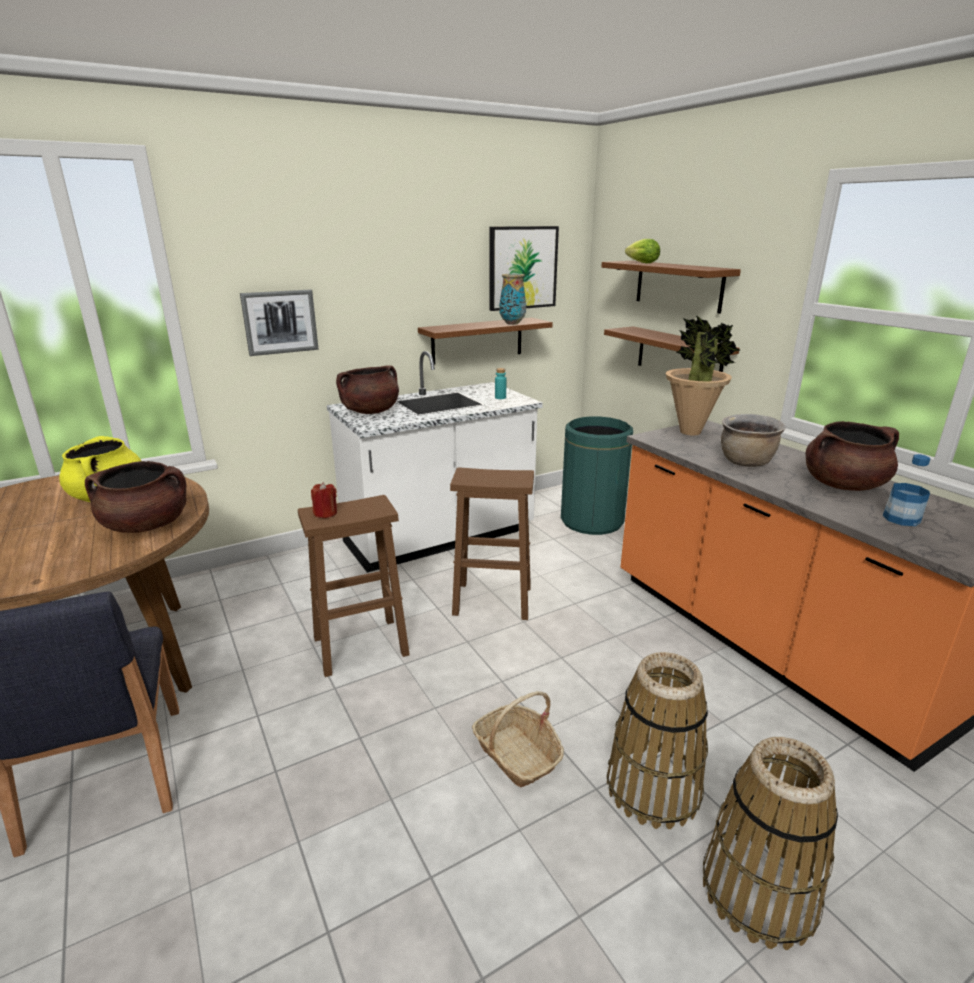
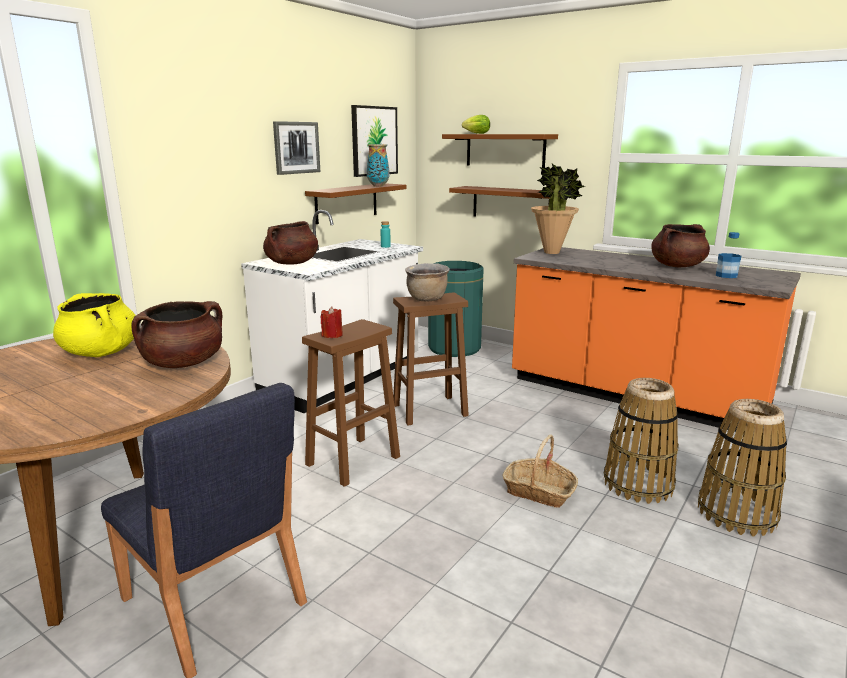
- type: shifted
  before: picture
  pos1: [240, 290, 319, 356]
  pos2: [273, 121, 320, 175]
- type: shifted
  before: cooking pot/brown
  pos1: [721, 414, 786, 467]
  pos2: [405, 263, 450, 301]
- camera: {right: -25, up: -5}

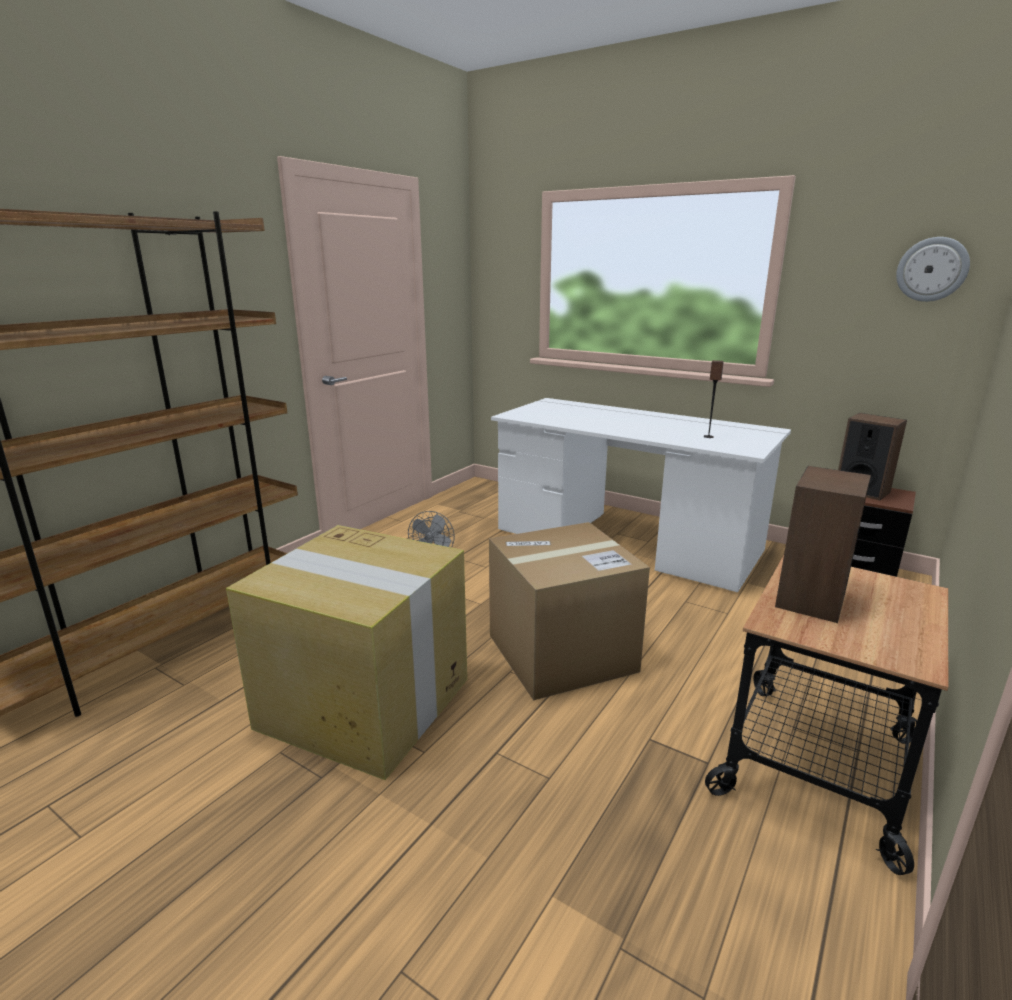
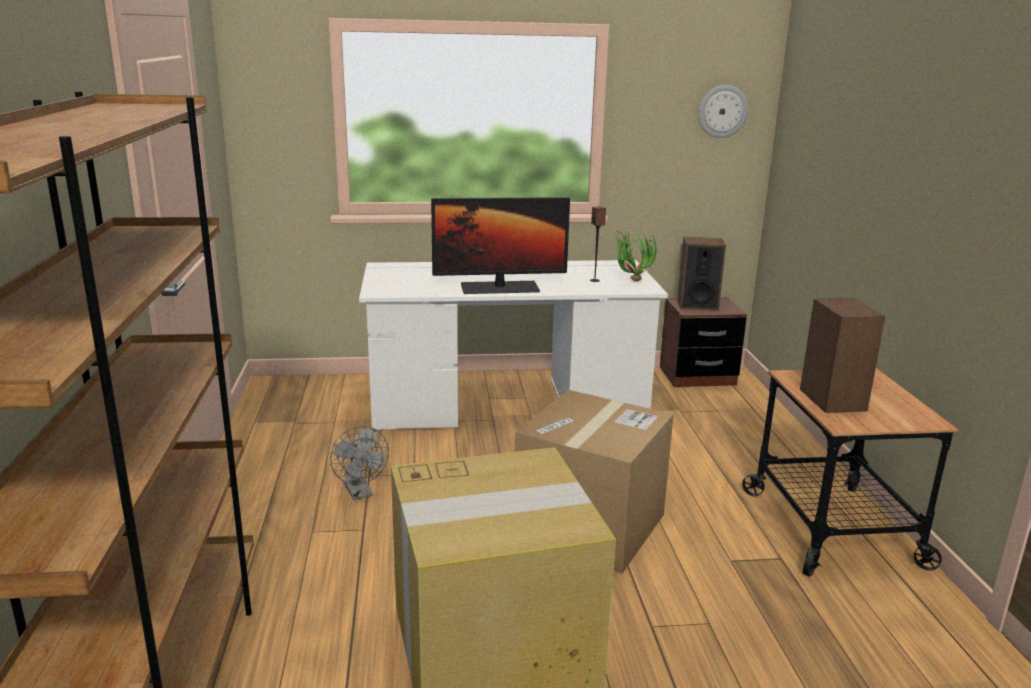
- type: new
  after: monitor
  pos2: [431, 197, 570, 294]
- type: new
  after: potted plant
  pos2: [615, 229, 657, 282]
- camera: {right: -40, up: 0}

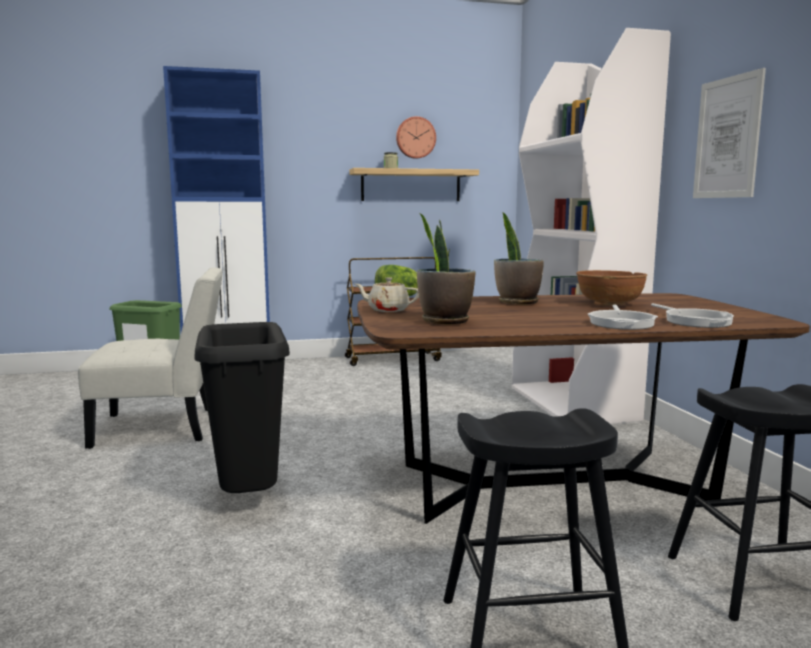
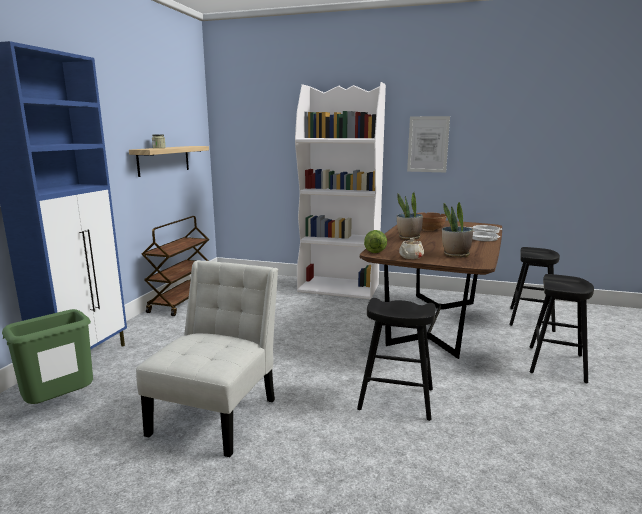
- type: gone
  before: wall clock
  pos1: [396, 116, 436, 159]
- type: swapped
  before: trash can/black
  after: stool/black
  pos1: [194, 322, 290, 493]
  pos2: [357, 298, 436, 421]
- camera: {right: -60, up: 5}

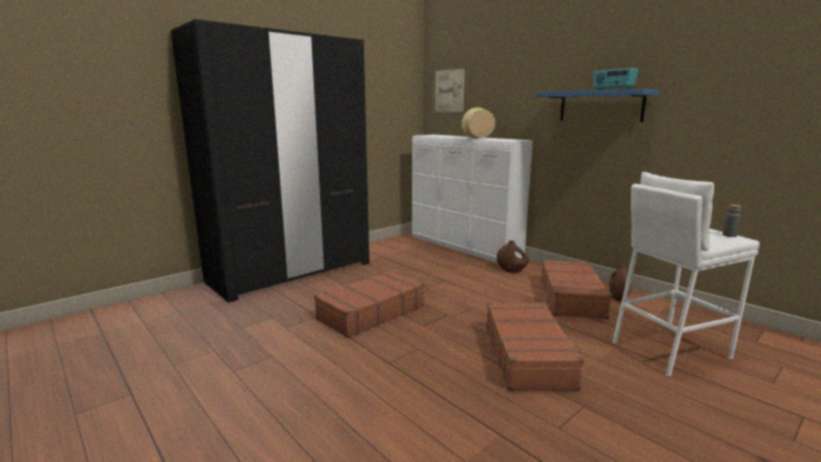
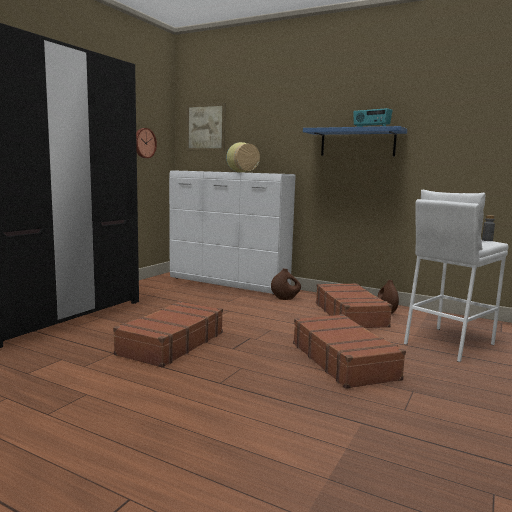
- type: new
  after: wall clock
  pos2: [136, 128, 157, 158]
- camera: {right: -20, up: -5}

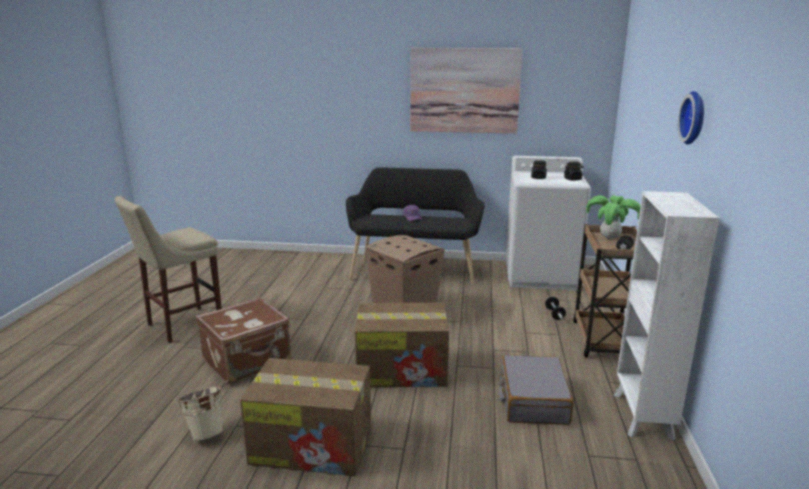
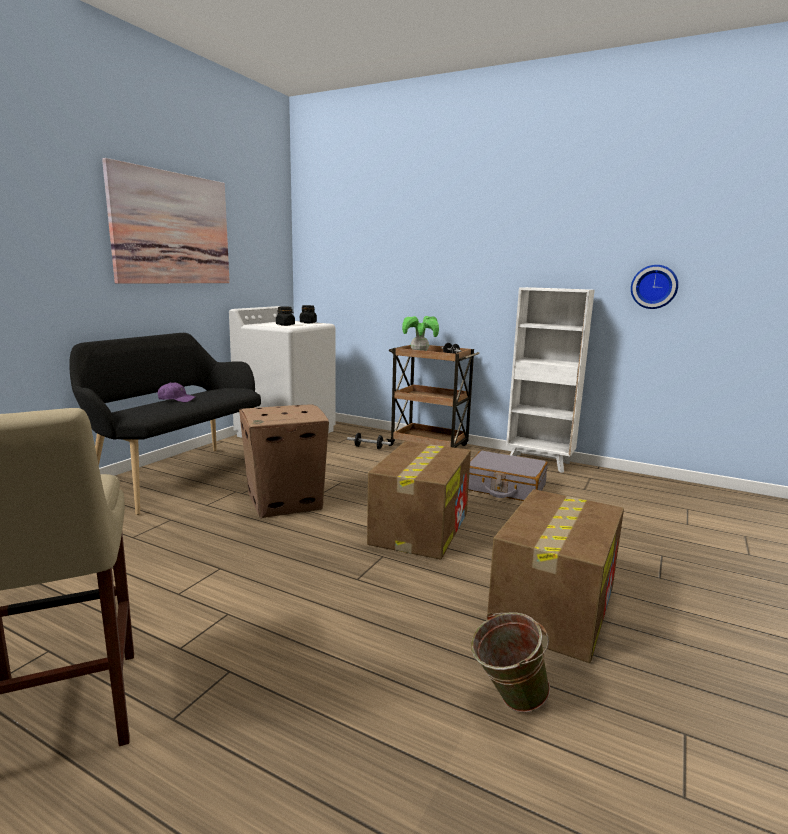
- type: gone
  before: suitcase/brown
  pos1: [196, 297, 291, 384]
- type: shifted
  before: wall clock
  pos1: [678, 91, 704, 145]
  pos2: [631, 265, 678, 309]
- type: repainted
  before: bucket/beige
  after: bucket/green
  pos1: [175, 384, 223, 441]
  pos2: [471, 613, 550, 713]
- camera: {right: -70, up: -5}

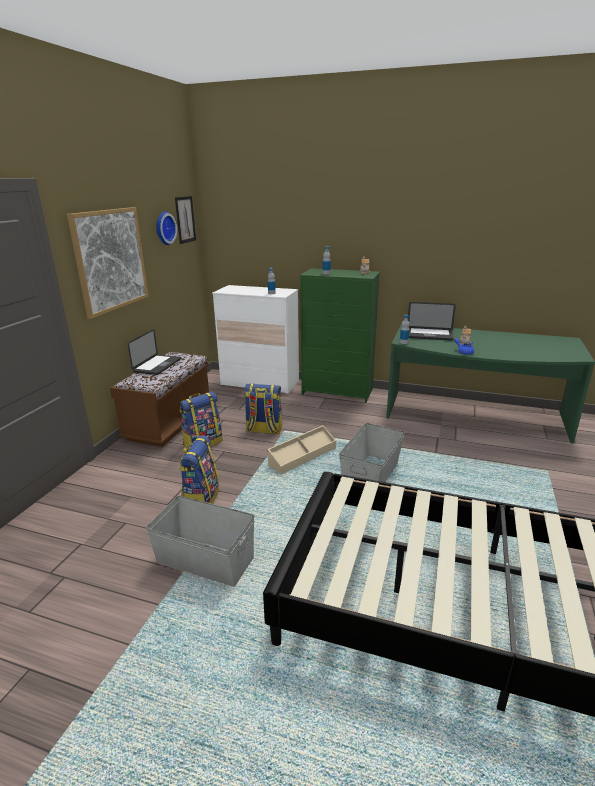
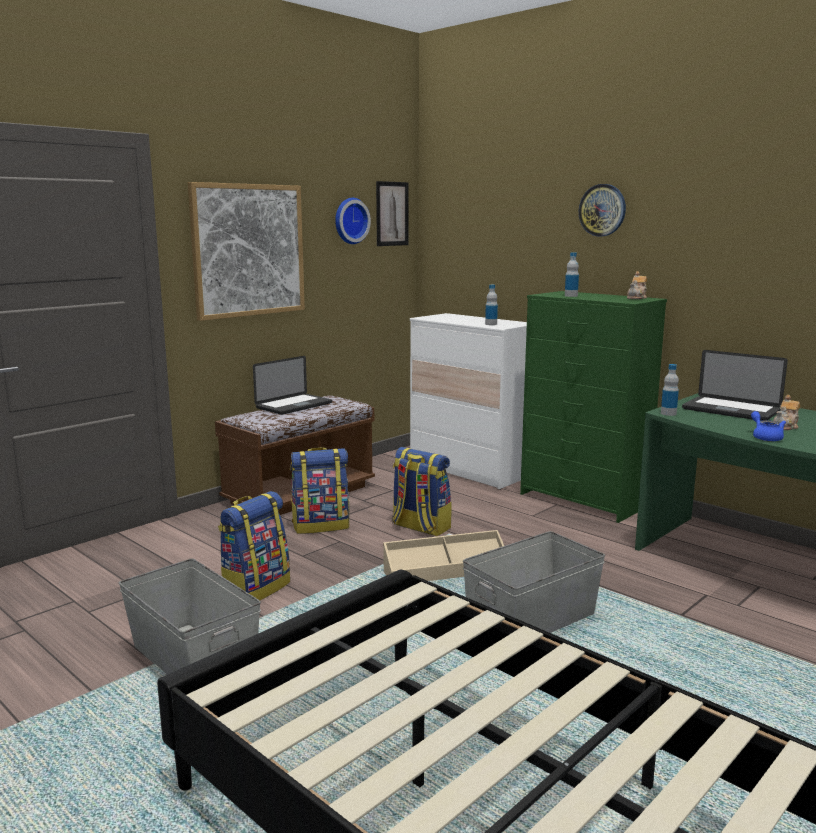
- type: new
  after: wall clock
  pos2: [579, 184, 626, 236]
- camera: {right: 25, up: -10}

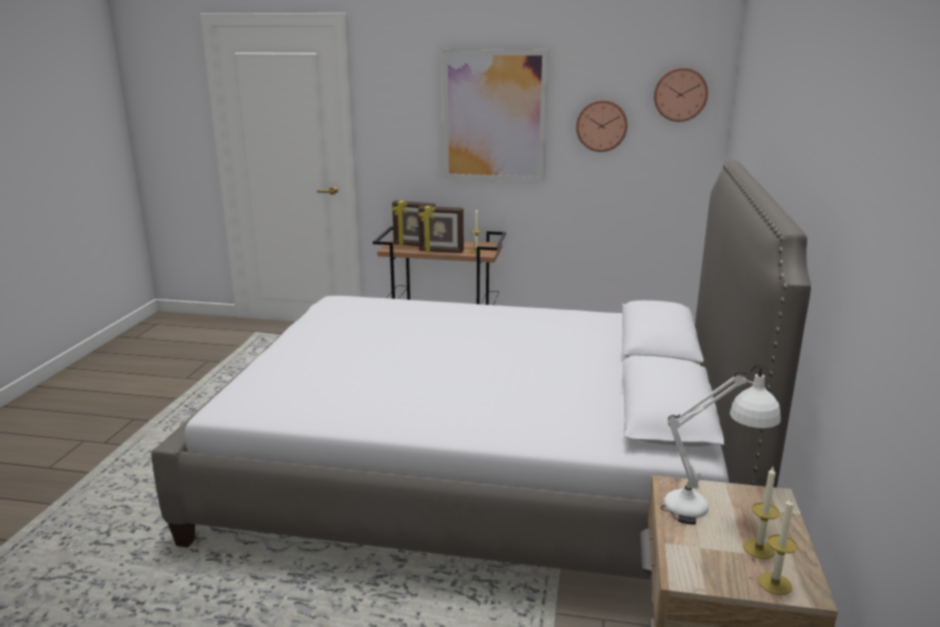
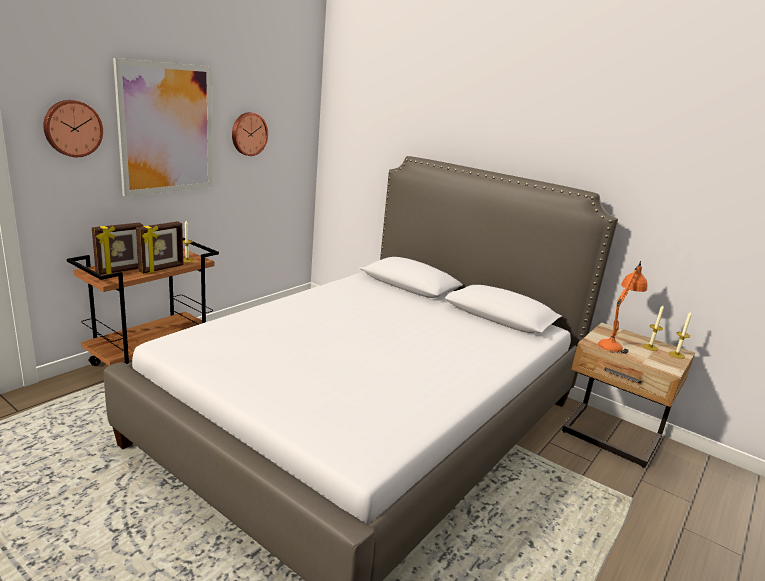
- type: shifted
  before: wall clock
  pos1: [654, 67, 708, 122]
  pos2: [43, 100, 103, 157]
- type: repainted
  before: table lamp/white
  after: table lamp/orange
  pos1: [660, 365, 781, 525]
  pos2: [598, 261, 647, 354]
- camera: {right: -65, up: 0}

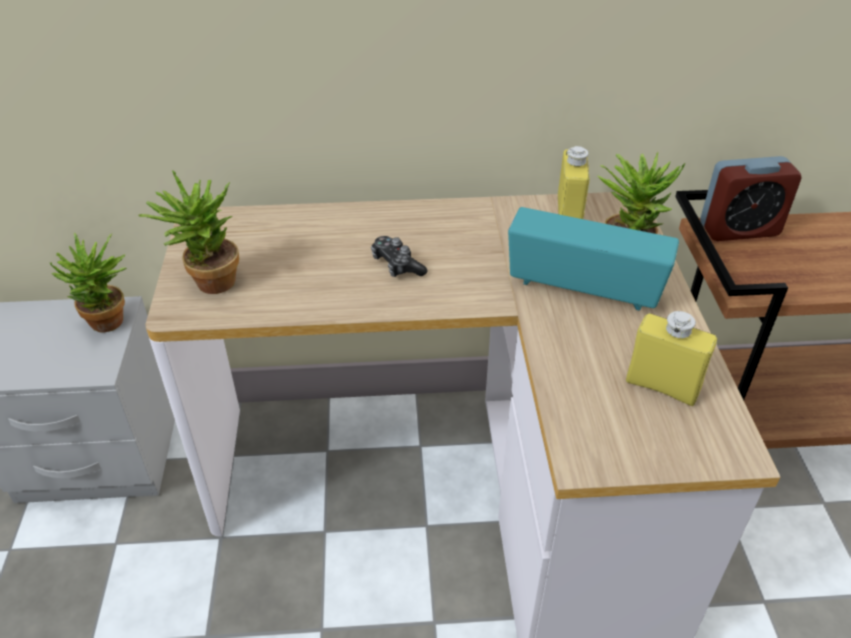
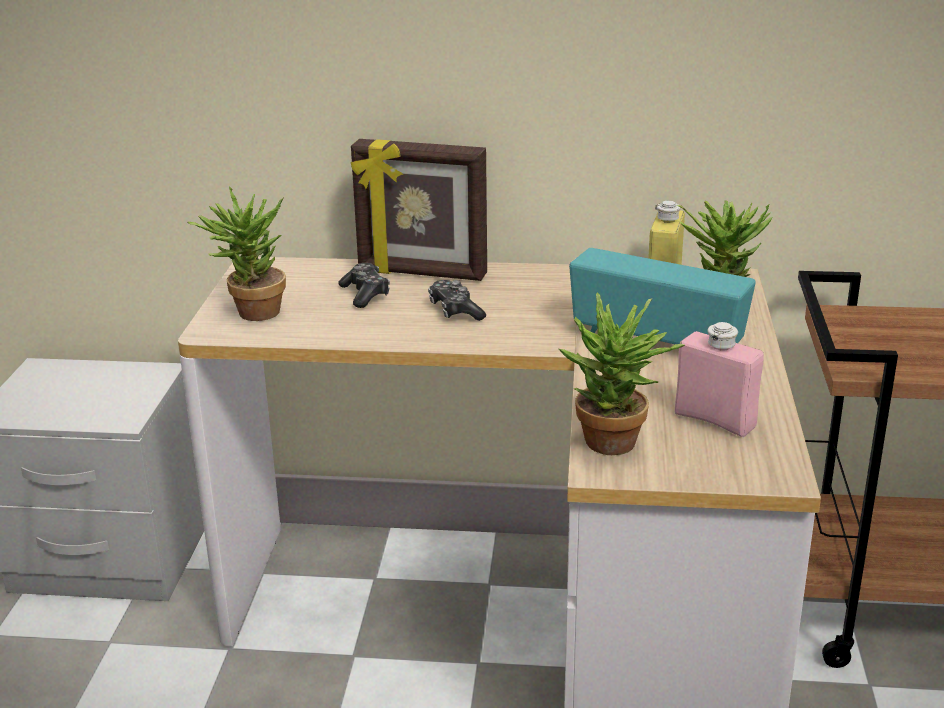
- type: gone
  before: alarm clock
  pos1: [700, 156, 802, 241]
- type: new
  after: game controller
  pos2: [338, 263, 390, 308]
- type: new
  after: picture frame
  pos2: [351, 139, 487, 281]
- type: shifted
  before: potted plant
  pos1: [50, 233, 127, 333]
  pos2: [559, 292, 685, 455]
- type: repainted
  before: bottle/yellow
  after: bottle/pink
  pos1: [626, 311, 717, 406]
  pos2: [675, 322, 764, 437]
- camera: {right: 10, up: -15}

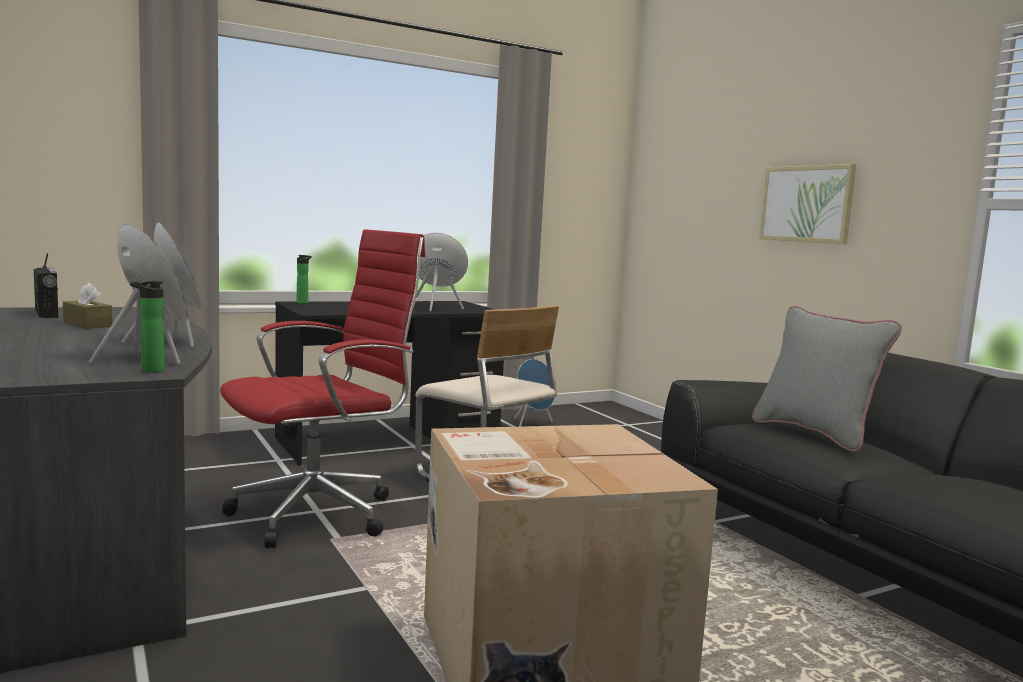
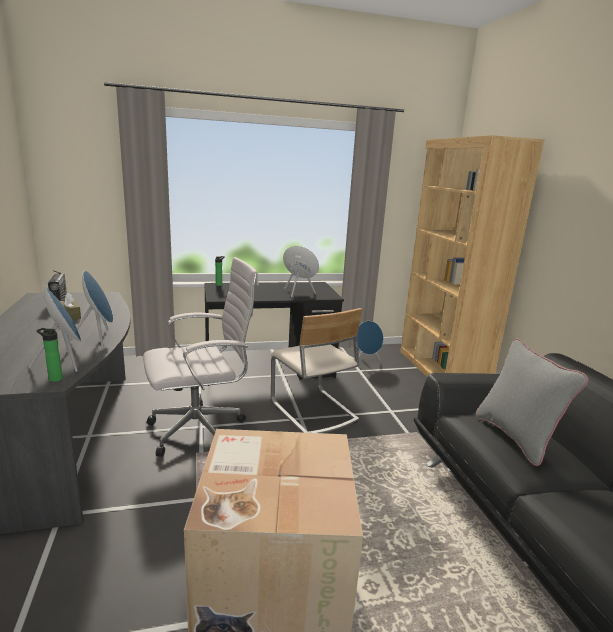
- type: gone
  before: picture
  pos1: [759, 164, 856, 244]
- type: new
  after: bookcase/brown
  pos2: [400, 135, 544, 377]
- type: repainted
  before: office chair/red
  after: office chair/white
  pos1: [220, 229, 425, 548]
  pos2: [143, 257, 259, 457]
- camera: {right: 15, up: 10}

